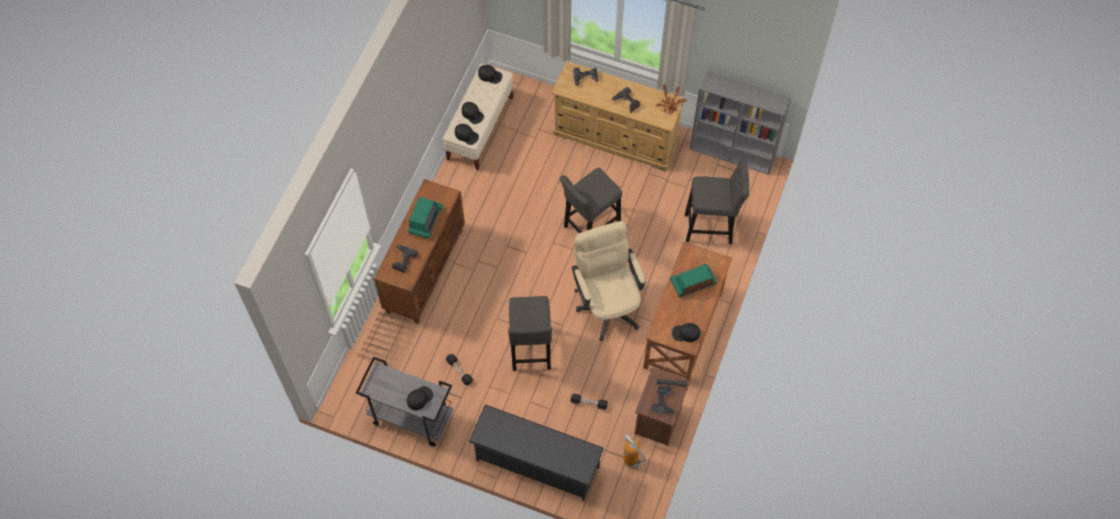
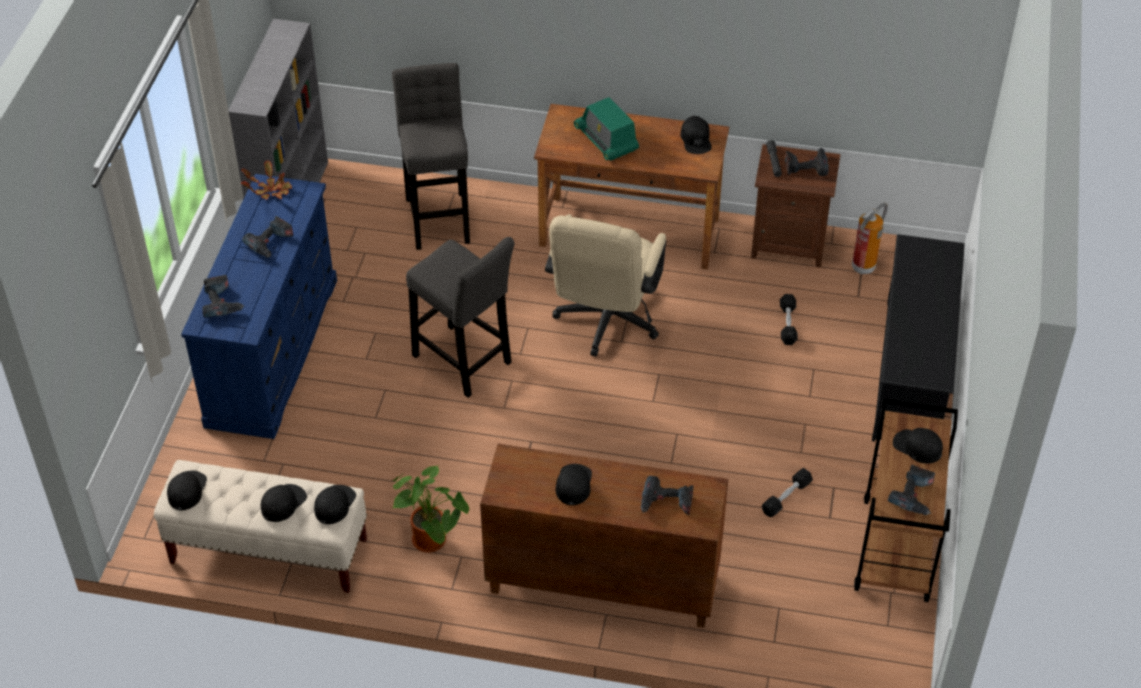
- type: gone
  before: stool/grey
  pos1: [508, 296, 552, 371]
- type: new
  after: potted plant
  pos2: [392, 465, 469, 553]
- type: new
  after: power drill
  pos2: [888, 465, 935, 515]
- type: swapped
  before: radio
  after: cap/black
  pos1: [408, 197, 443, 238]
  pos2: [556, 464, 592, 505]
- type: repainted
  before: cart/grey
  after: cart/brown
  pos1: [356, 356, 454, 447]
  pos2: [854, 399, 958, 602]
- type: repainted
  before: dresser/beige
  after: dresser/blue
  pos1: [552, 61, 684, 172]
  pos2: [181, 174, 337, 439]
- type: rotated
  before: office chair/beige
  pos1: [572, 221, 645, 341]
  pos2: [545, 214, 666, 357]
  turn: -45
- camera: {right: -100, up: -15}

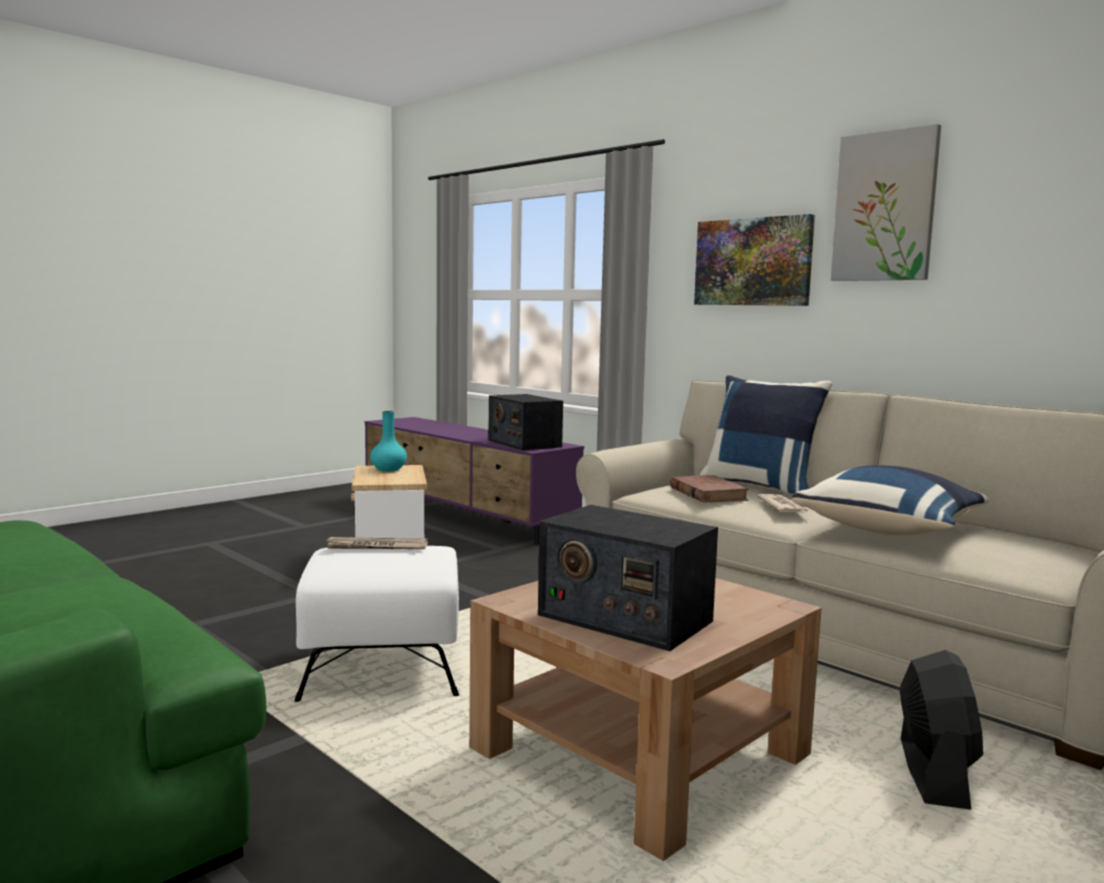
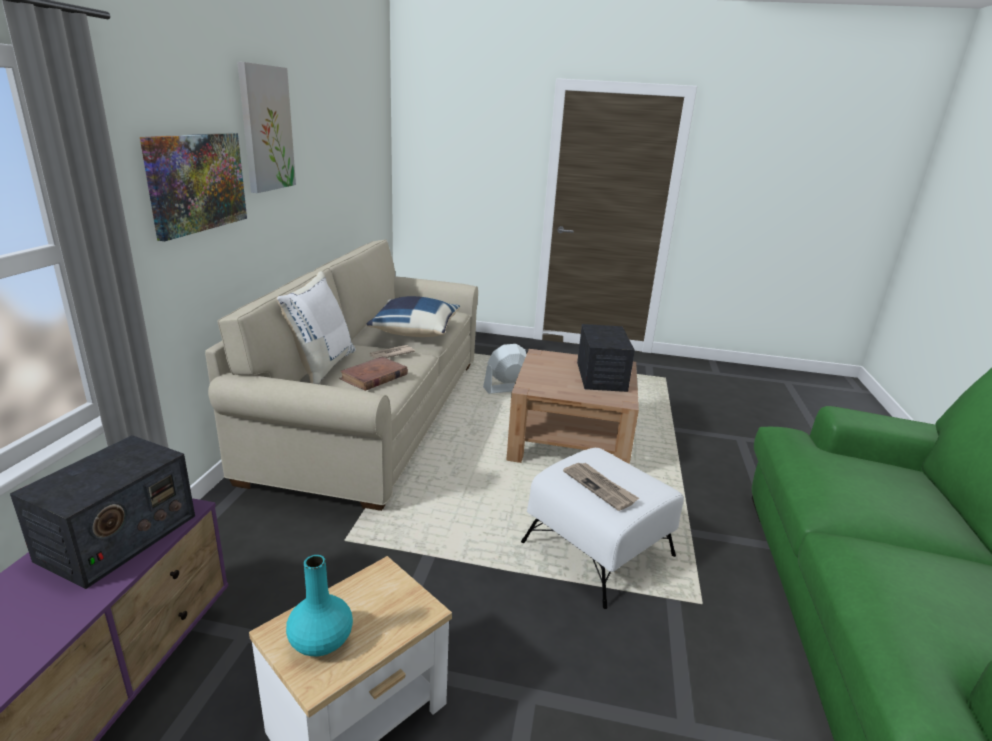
- type: repainted
  before: pillow/blue
  after: pillow/white
  pos1: [700, 375, 832, 494]
  pos2: [277, 271, 356, 384]
- type: repainted
  before: fan/black
  after: fan/white
  pos1: [900, 650, 983, 810]
  pos2: [483, 344, 527, 394]
- camera: {right: -125, up: 15}

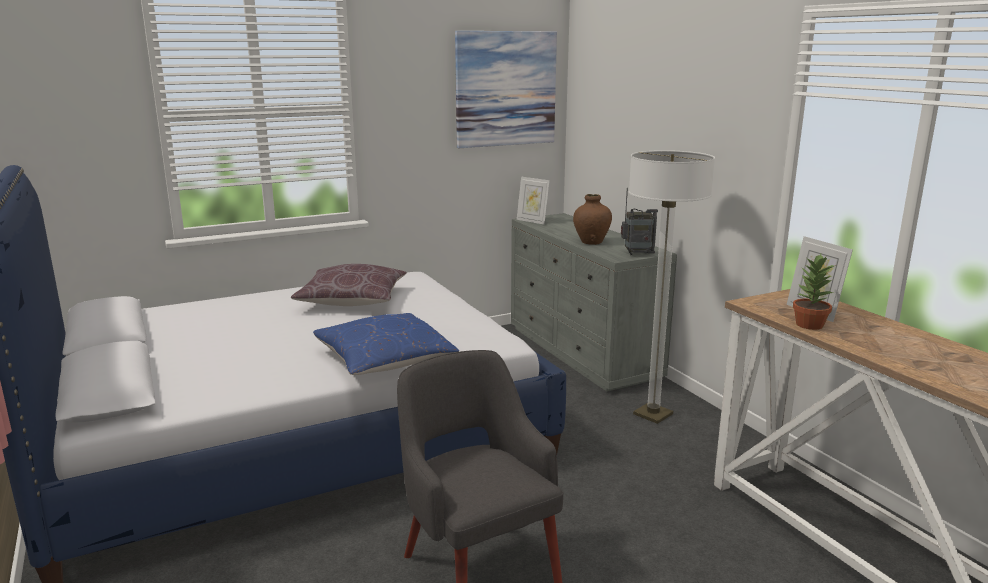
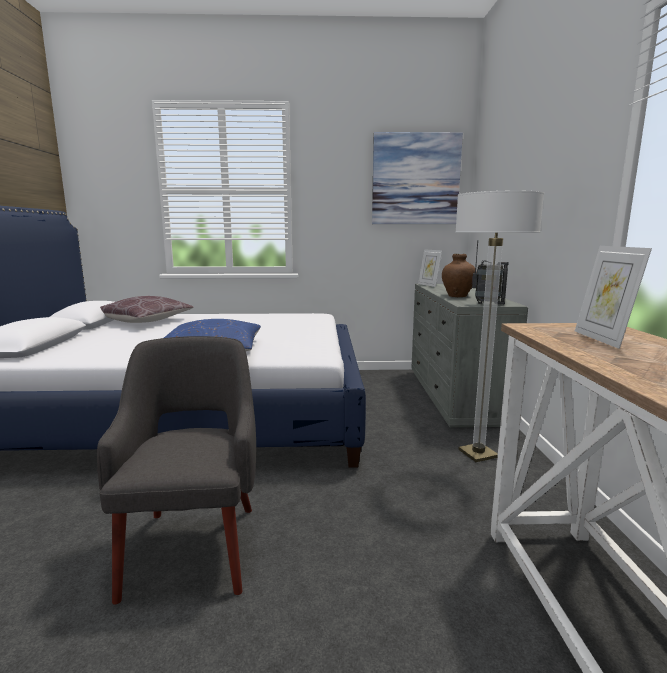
- type: gone
  before: potted plant
  pos1: [793, 254, 836, 330]
- type: shifted
  before: pillow/brown
  pos1: [291, 264, 407, 306]
  pos2: [100, 296, 194, 323]
- camera: {right: 25, up: -5}

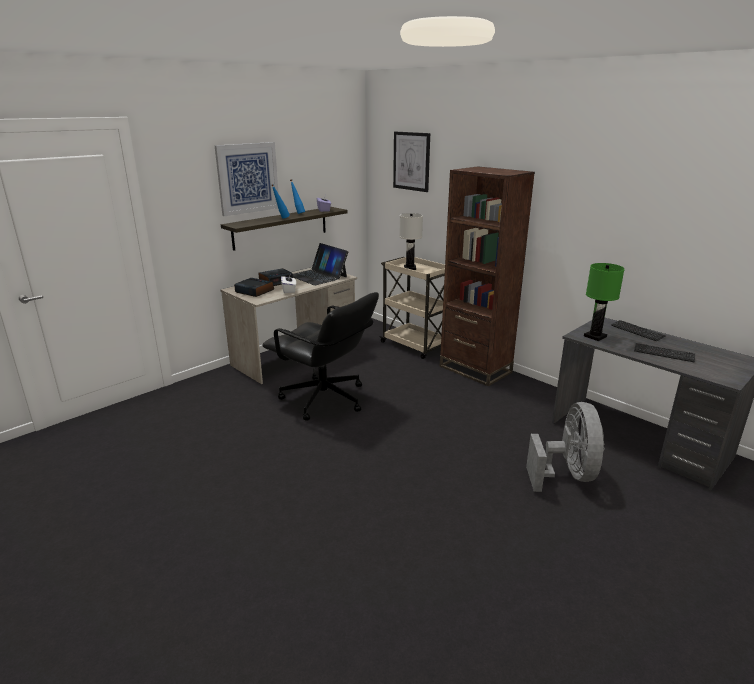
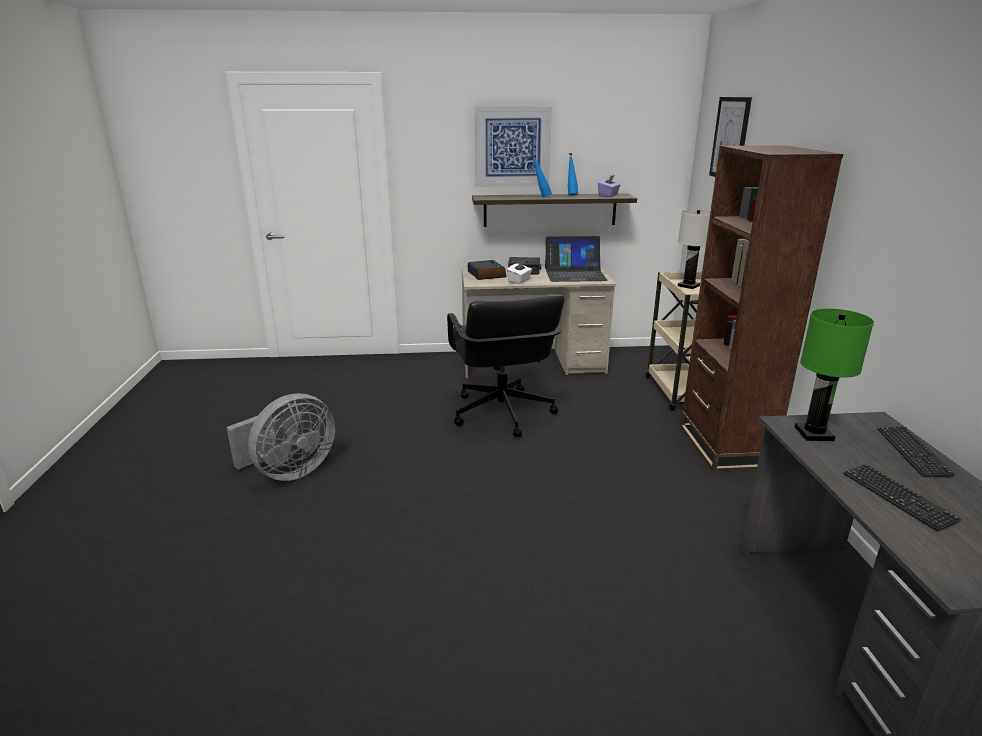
- type: shifted
  before: fan/grey
  pos1: [526, 402, 605, 492]
  pos2: [226, 393, 335, 481]
- type: rotated
  before: laptop
  pos1: [293, 243, 348, 286]
  pos2: [545, 236, 608, 282]
  turn: -90
- camera: {right: 40, up: 0}

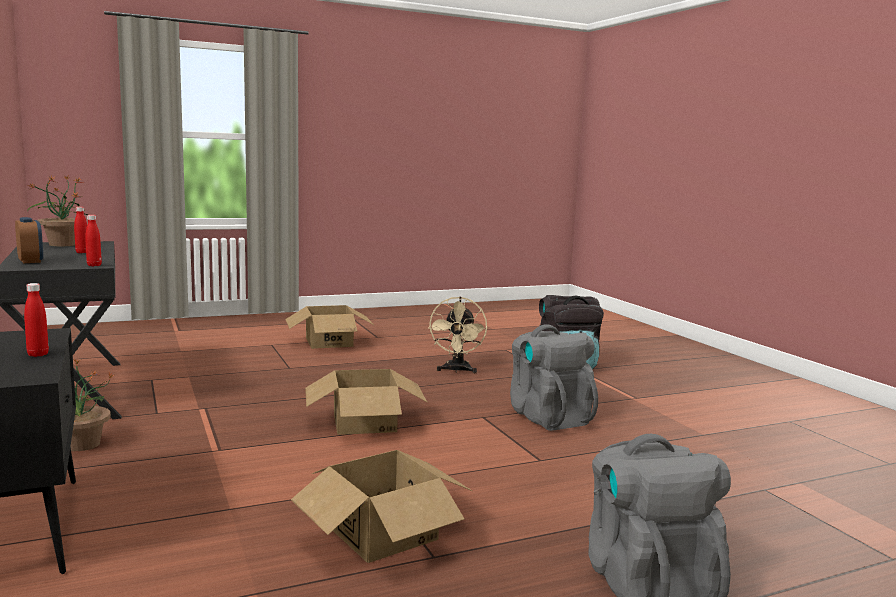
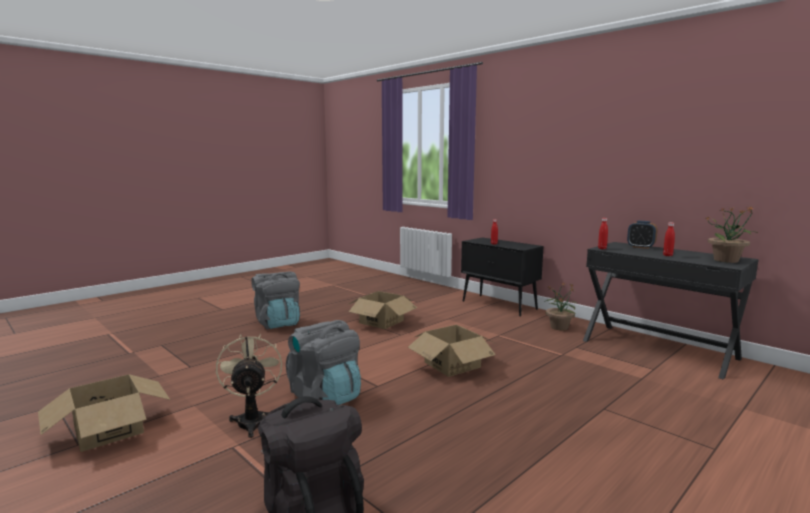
- type: shifted
  before: cardboard box
  pos1: [285, 305, 374, 349]
  pos2: [38, 374, 170, 452]
- type: shifted
  before: fan/beige
  pos1: [428, 297, 487, 373]
  pos2: [216, 334, 282, 438]
- camera: {right: 160, up: 0}

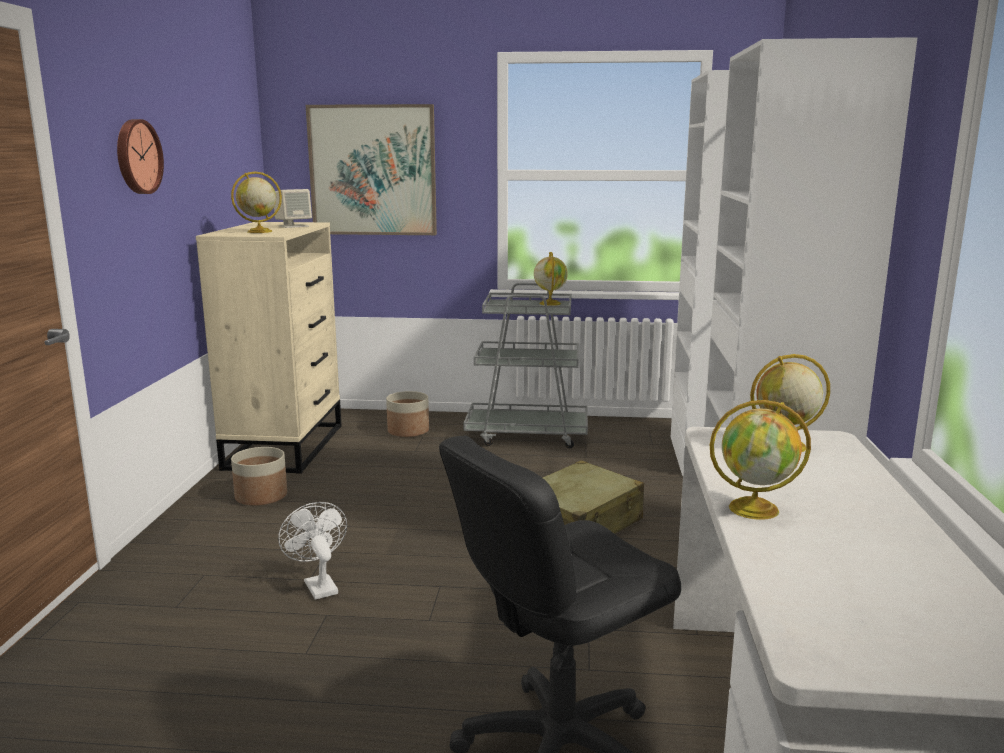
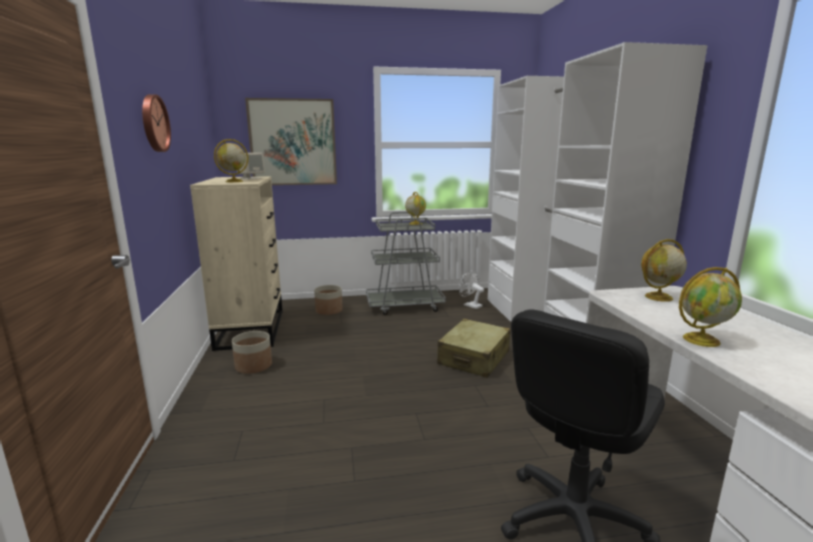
- type: shifted
  before: fan/white
  pos1: [278, 502, 347, 600]
  pos2: [458, 270, 484, 309]
- camera: {right: -15, up: 0}

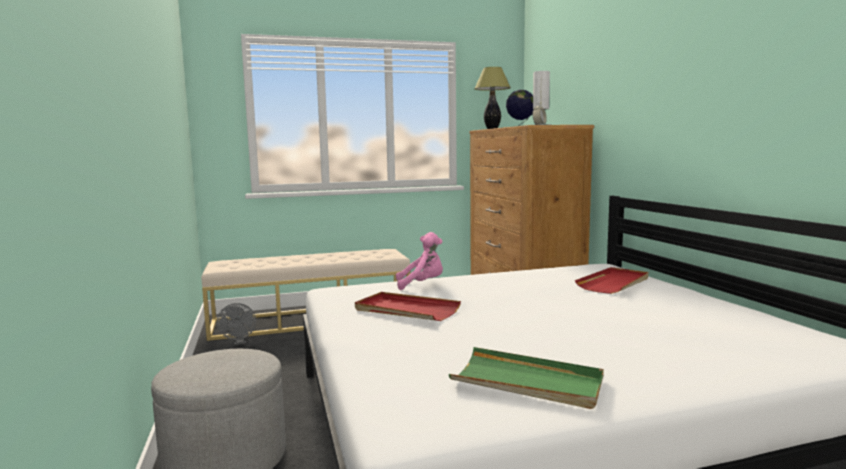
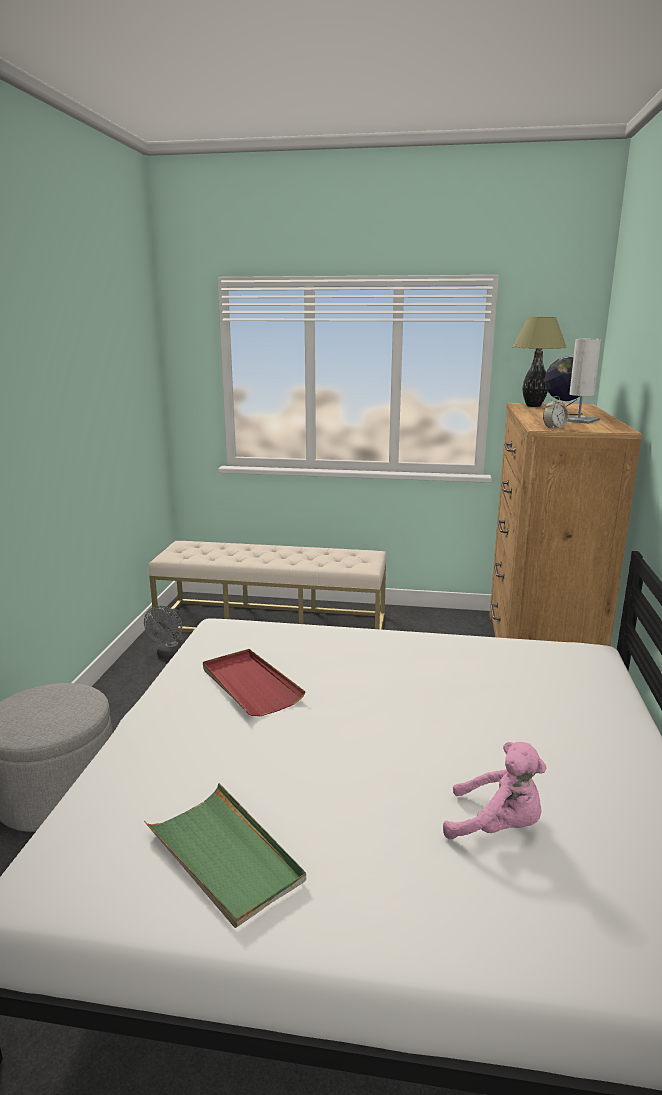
- type: gone
  before: tray/red
  pos1: [575, 267, 648, 294]
- type: shifted
  before: plush toy/pink
  pos1: [396, 232, 443, 290]
  pos2: [443, 742, 546, 840]
- camera: {right: 25, up: 10}

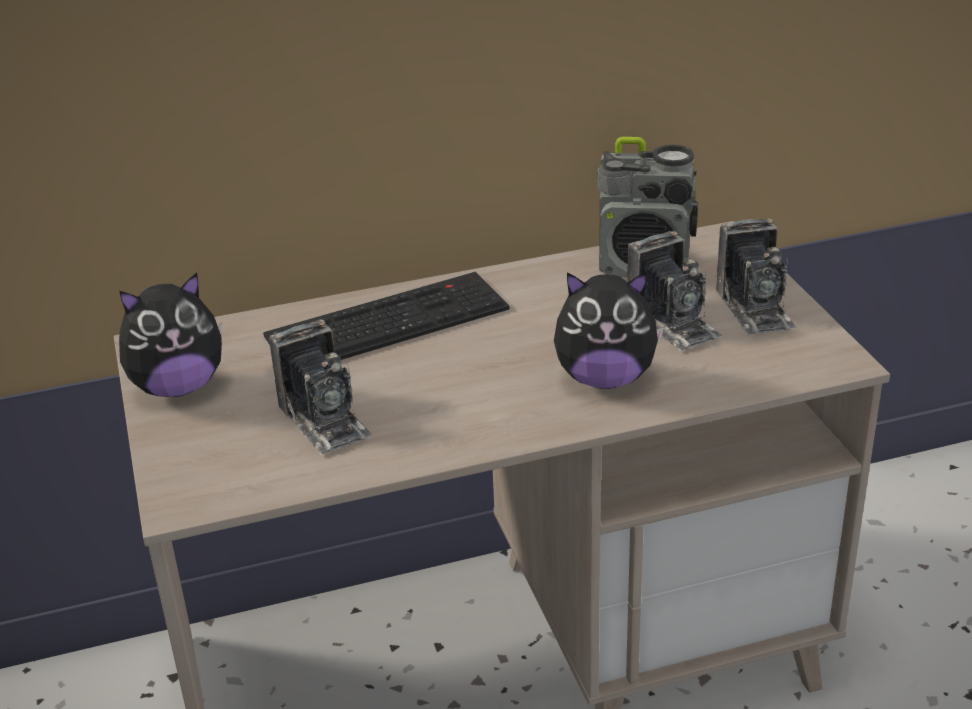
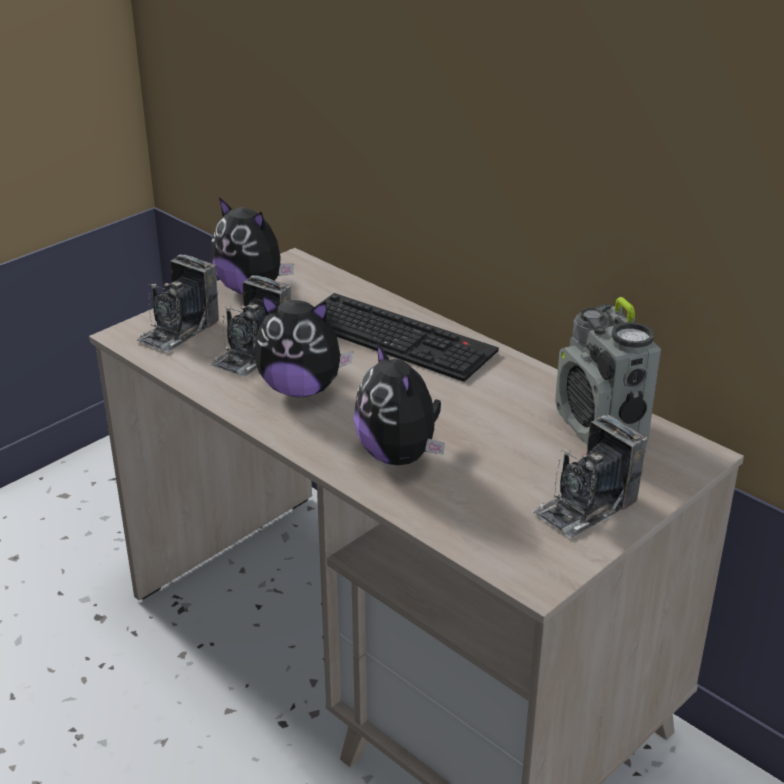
- type: new
  after: plush toy
  pos2: [255, 294, 353, 397]
- type: shifted
  before: photo camera
  pos1: [627, 231, 723, 352]
  pos2: [135, 255, 219, 352]
- camera: {right: 60, up: 0}

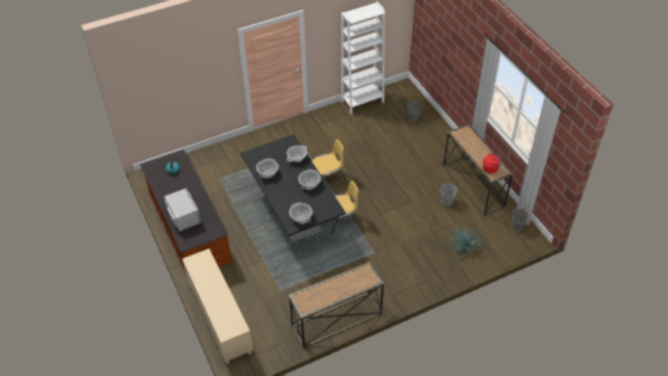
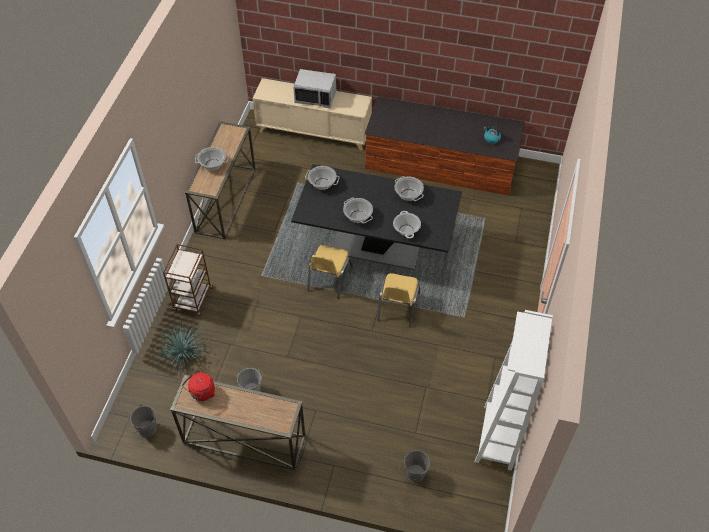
- type: new
  after: cart/brown
  pos2: [163, 244, 213, 316]
- type: new
  after: cooking pot
  pos2: [195, 147, 229, 170]
- type: shifted
  before: microwave/grey
  pos1: [164, 188, 201, 231]
  pos2: [293, 69, 336, 108]
- camera: {right: 130, up: 5}

